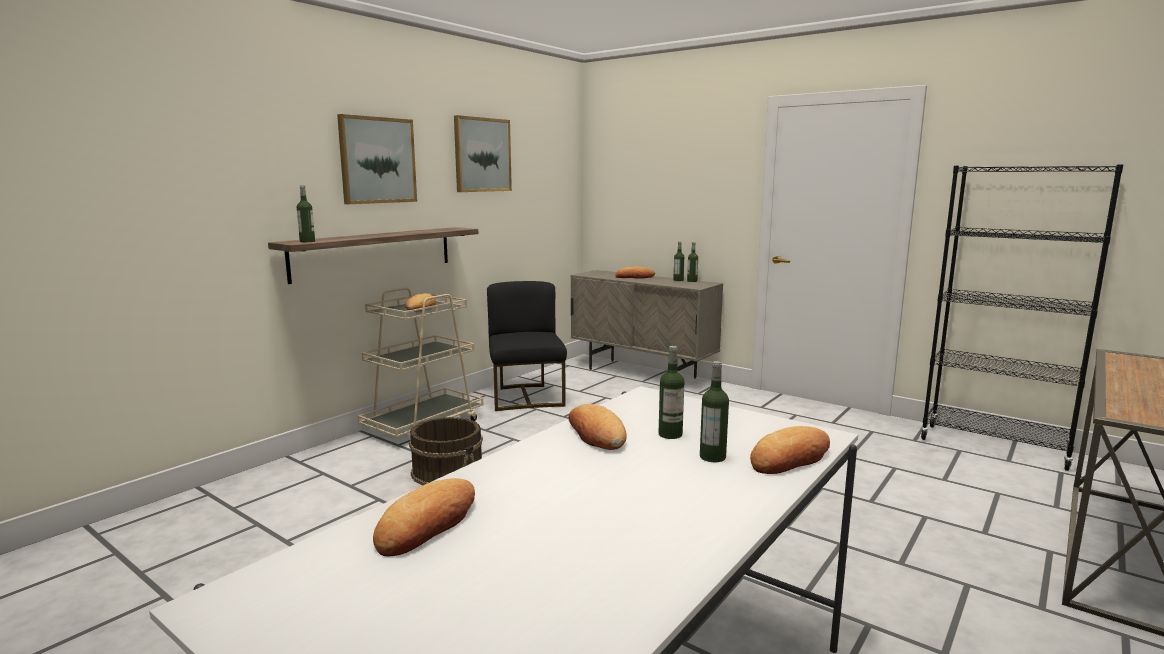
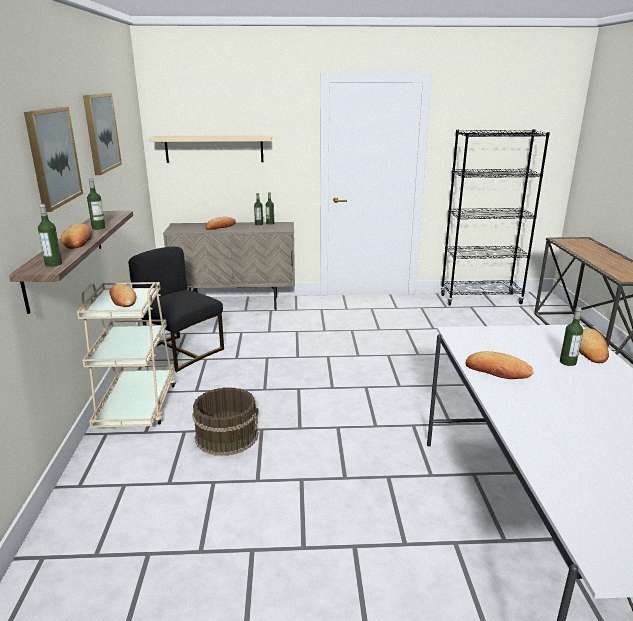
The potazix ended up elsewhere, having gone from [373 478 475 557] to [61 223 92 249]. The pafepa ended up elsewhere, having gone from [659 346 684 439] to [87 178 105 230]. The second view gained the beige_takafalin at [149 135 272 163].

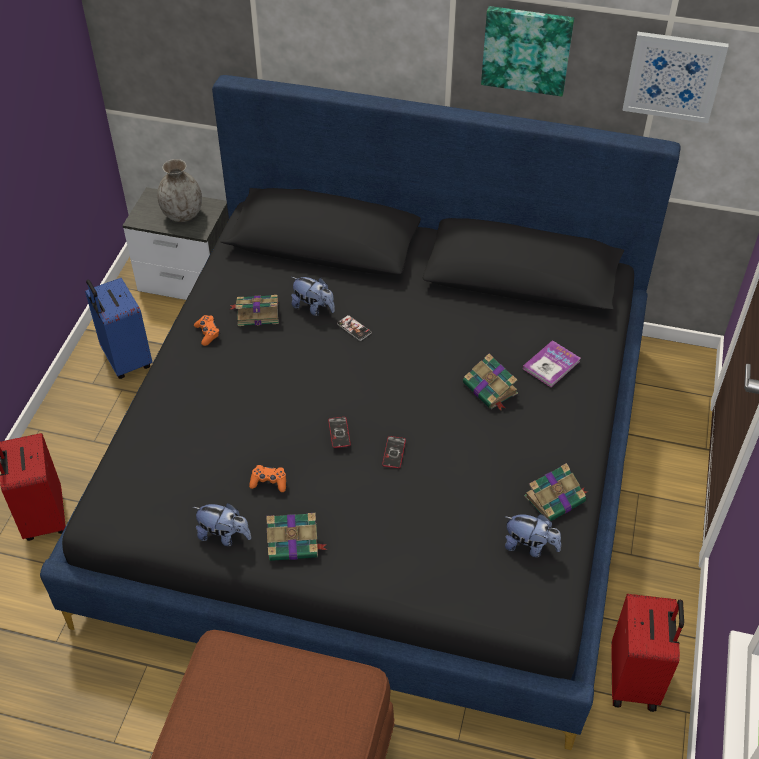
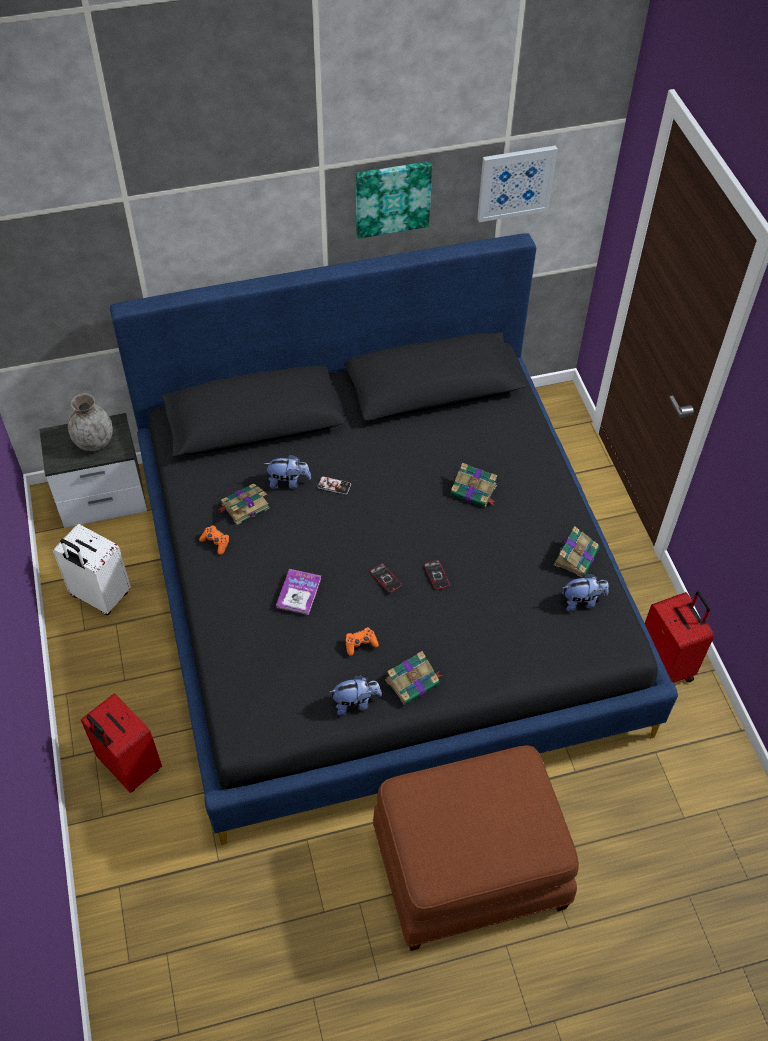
What was the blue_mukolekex at [85 278 152 379] turned into the white_mukolekex at [53 524 131 615]. The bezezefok ended up elsewhere, having gone from [523 340 580 387] to [276 569 321 615].

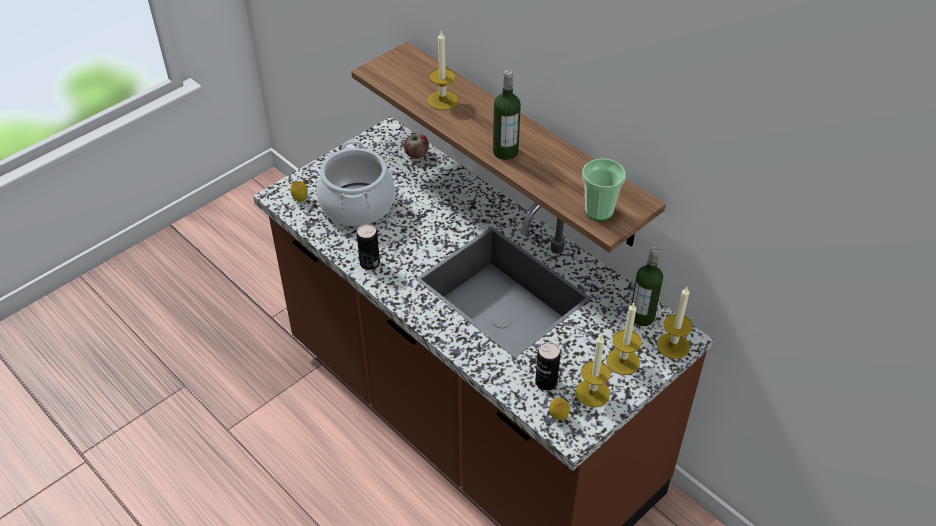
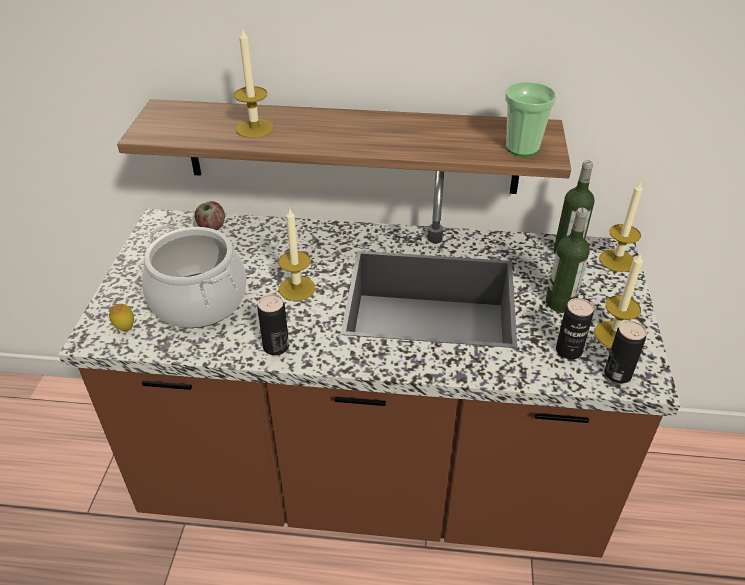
The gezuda ended up elsewhere, having gone from [607 302 641 375] to [278 207 316 301]. The pafepa ended up elsewhere, having gone from [493 70 521 160] to [546 207 590 313]. Where the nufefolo stood at [549 398 570 420], the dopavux came to stand at [604 321 647 383].

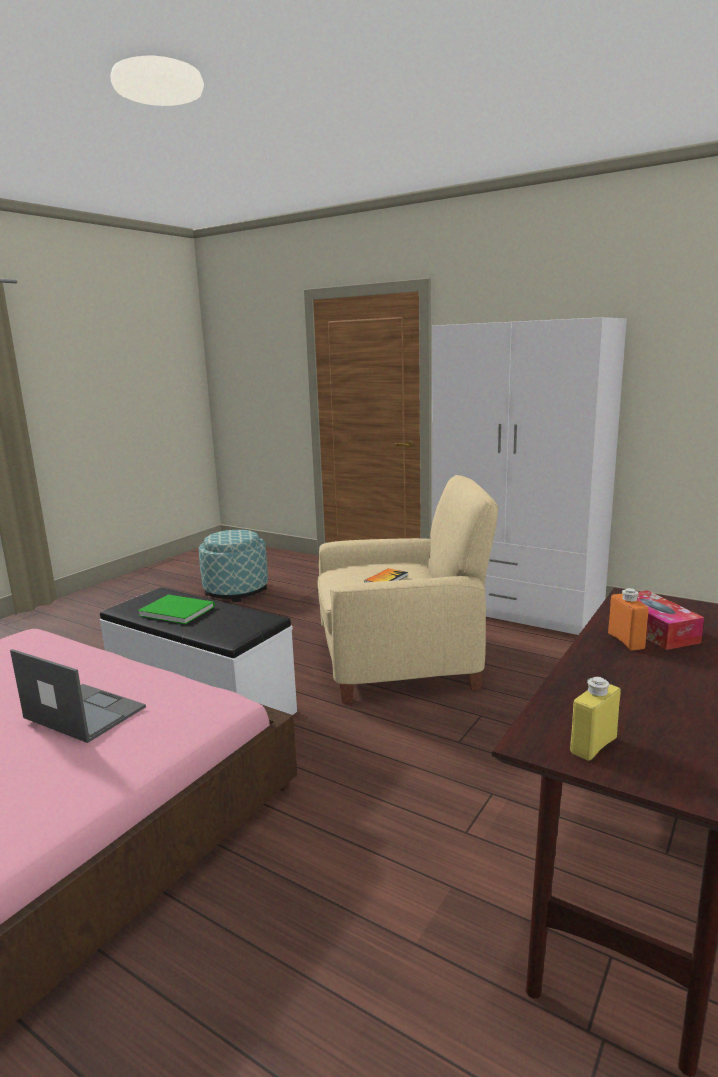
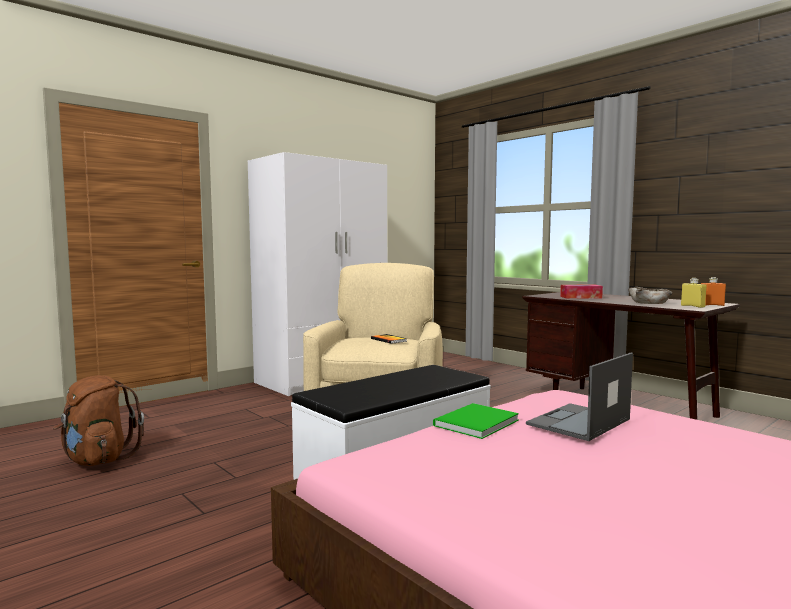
Where the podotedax stood at [199 530 268 602], the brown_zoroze came to stand at [53 375 144 466]. The green_bezezefok ended up elsewhere, having gone from [138 595 215 624] to [433 403 519 439]. The second view gained the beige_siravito at [628 287 672 304]. The orange_pafepa ended up elsewhere, having gone from [608 588 649 651] to [701 277 726 306].

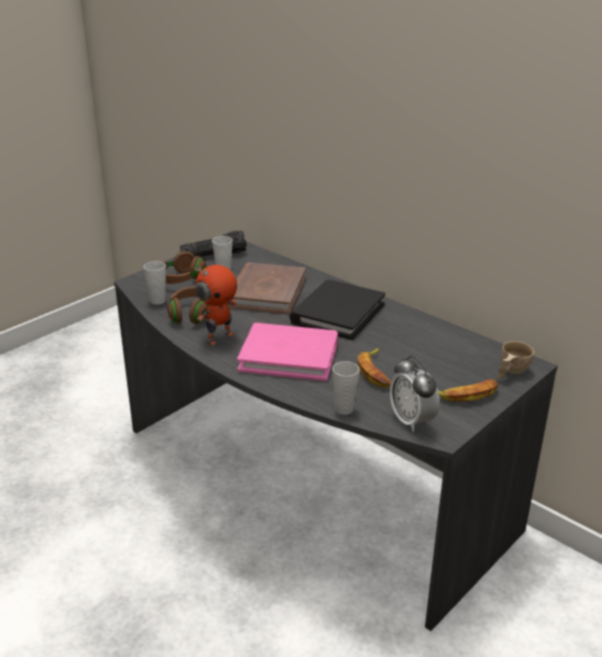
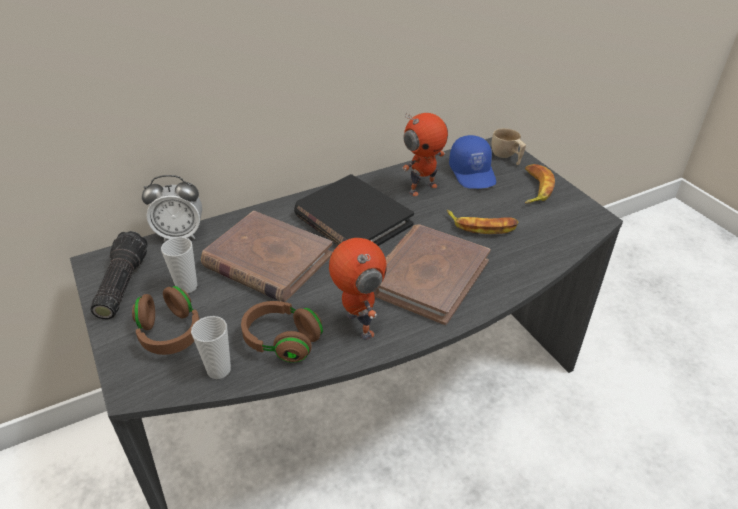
The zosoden ended up elsewhere, having gone from [390 356 440 432] to [142 175 202 242]. What was the pink_bezezefok at [237 323 338 381] turned into the brown_bezezefok at [374 225 491 325]. The second view gained the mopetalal at [402 113 448 196]. The second view gained the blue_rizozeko at [449 135 496 189]. The second view lost the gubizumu at [332 361 360 415].

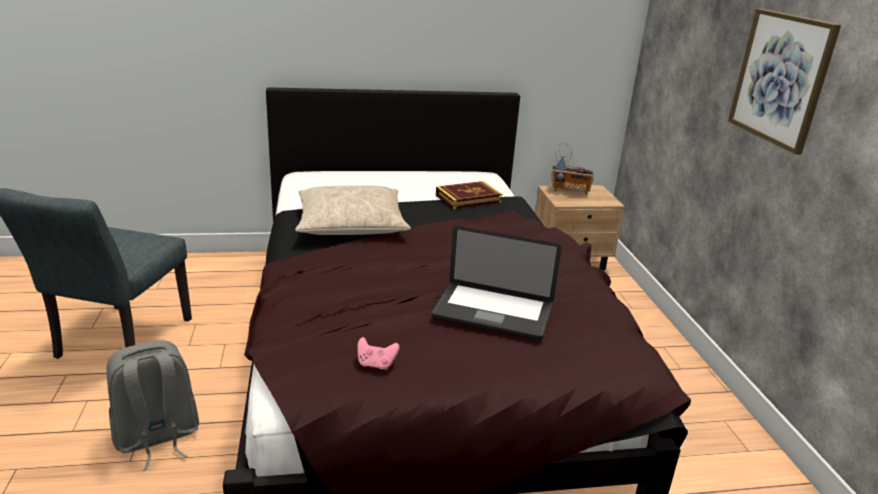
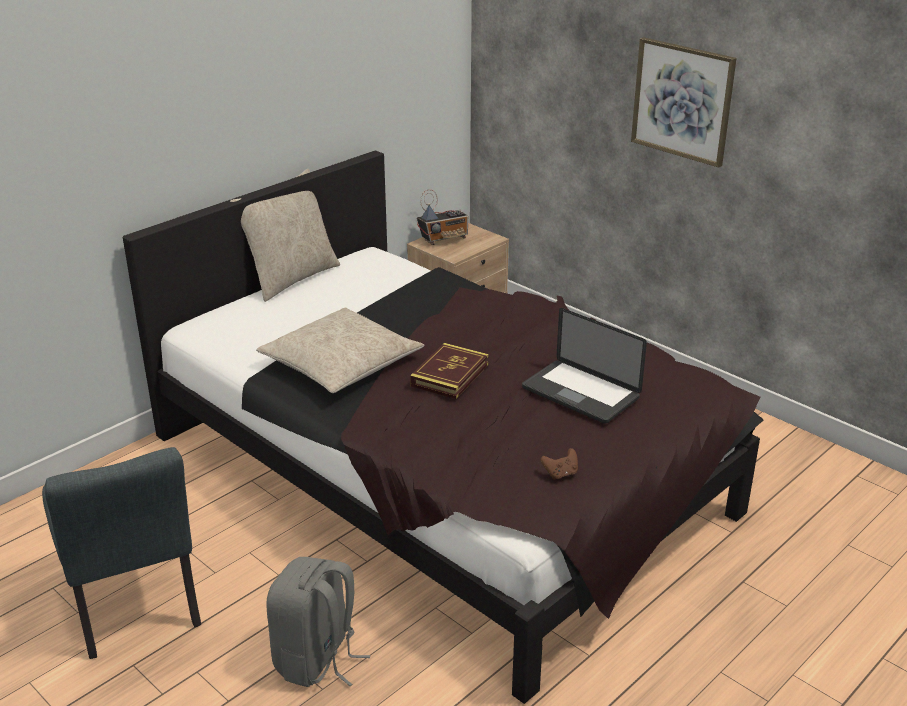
The second view gained the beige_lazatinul at [230 169 340 302]. The bezezefok ended up elsewhere, having gone from [436 181 502 209] to [410 343 489 399]. The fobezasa at [432 226 562 340] ended up facing another way, 60 degrees clockwise from before. What was the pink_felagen at [357 337 399 370] turned into the brown_felagen at [541 448 578 480].

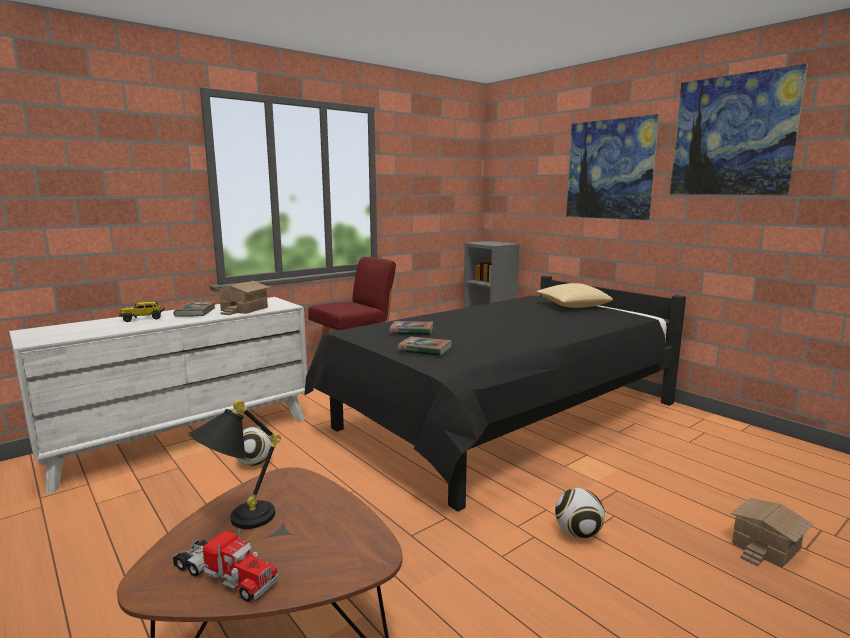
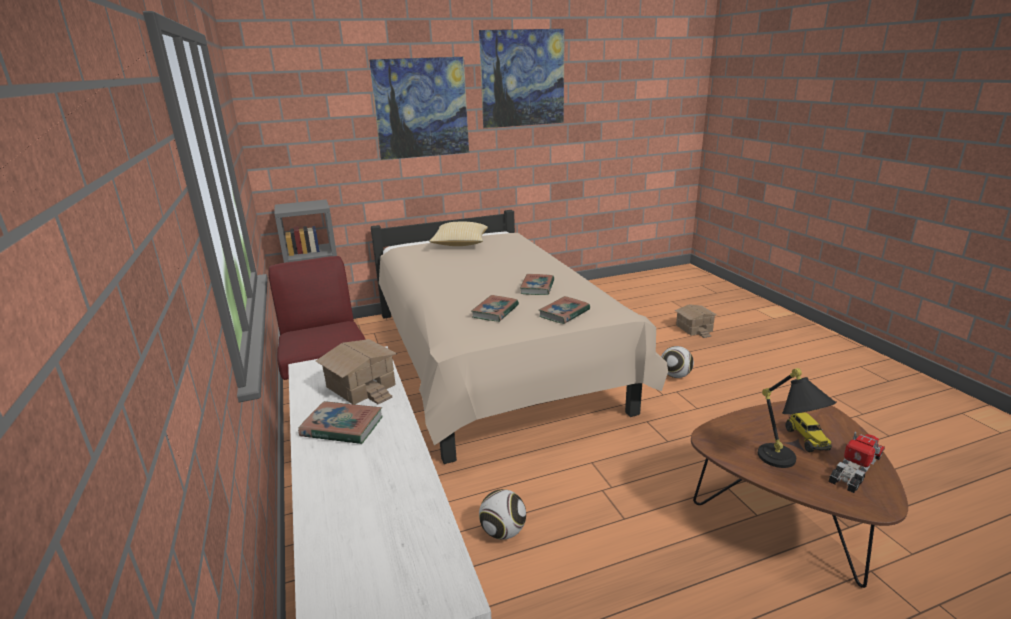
What was the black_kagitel at [304 276 686 512] turned into the beige_kagitel at [371 210 668 464]. The second view gained the bezezefok at [520 274 554 295]. The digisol ended up elsewhere, having gone from [119 302 165 322] to [785 412 832 452].

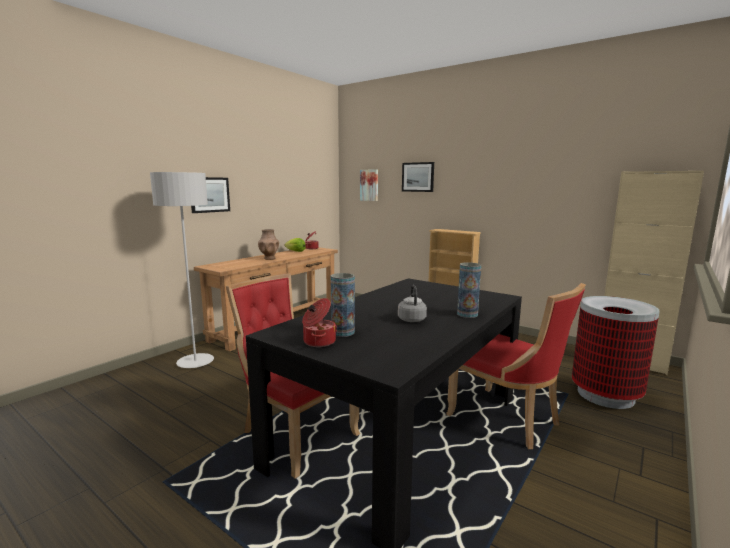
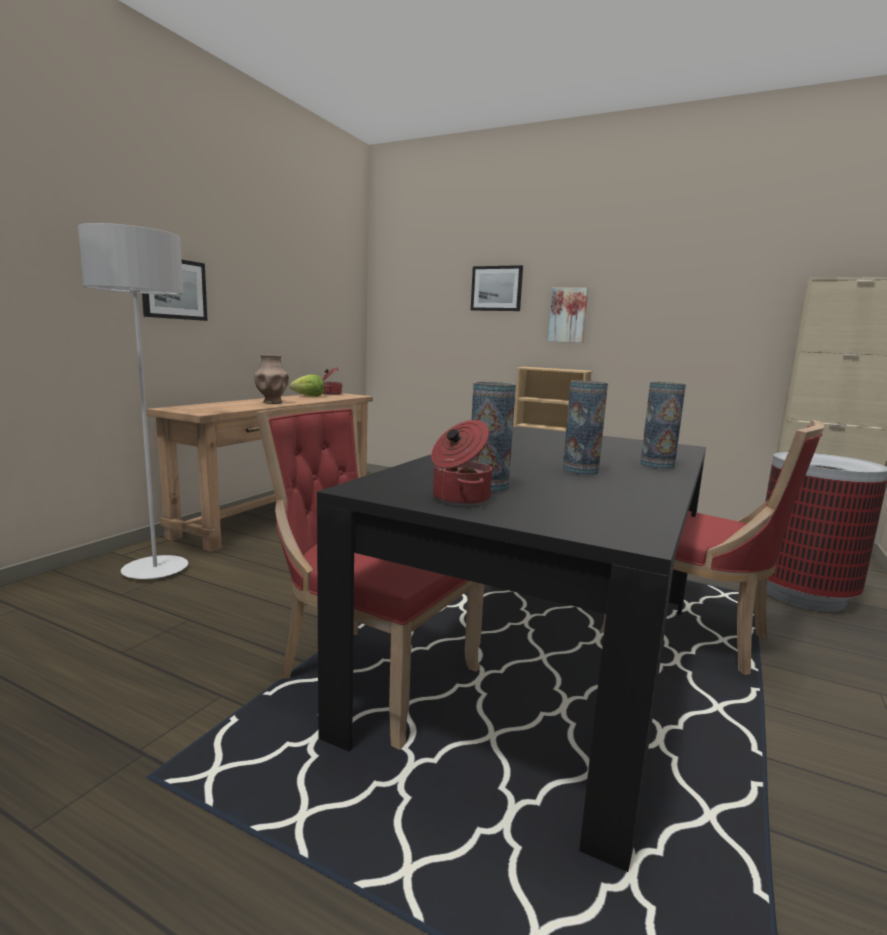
The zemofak ended up elsewhere, having gone from [360 169 378 201] to [548 288 588 343]. Where the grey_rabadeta stood at [398 285 427 322], the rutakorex came to stand at [563 380 608 475].

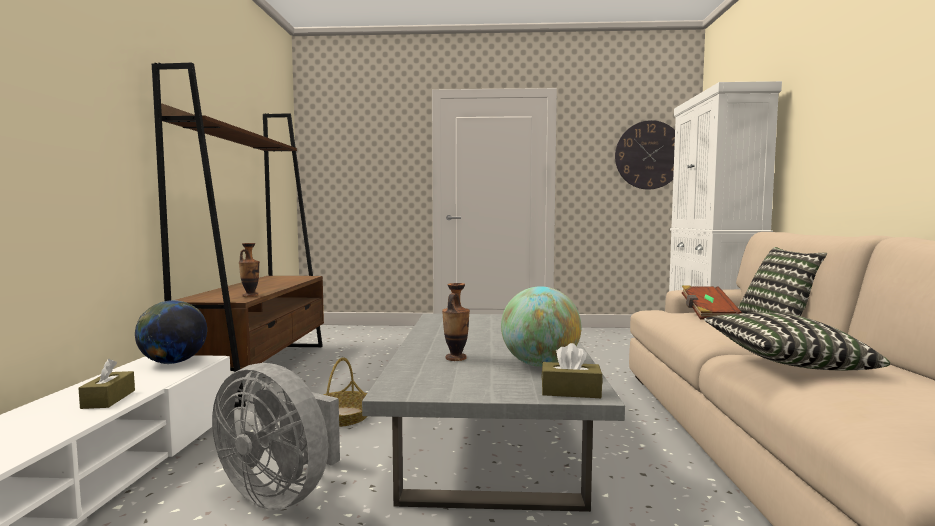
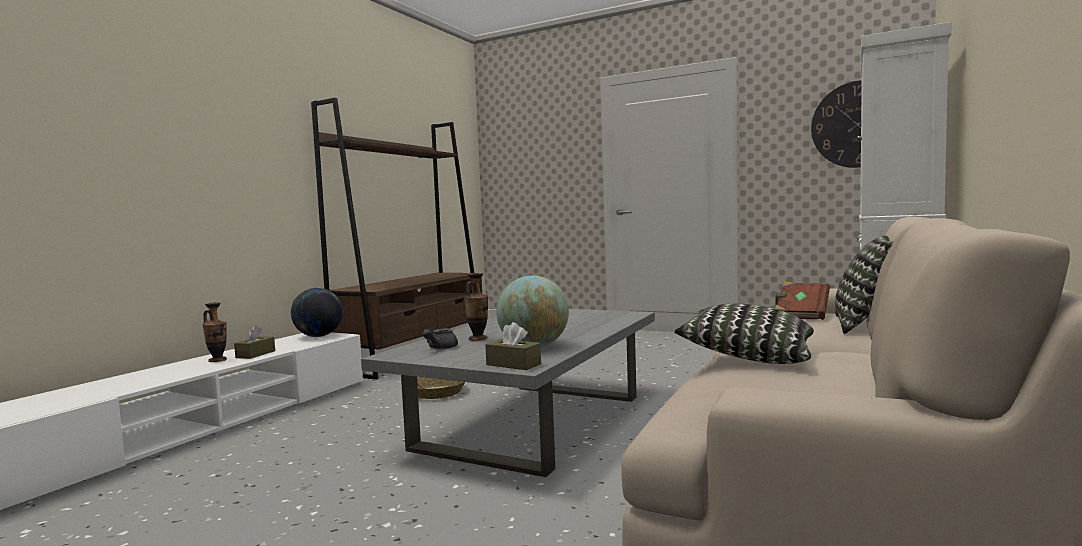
The rutakorex ended up elsewhere, having gone from [239 243 260 297] to [203 302 227 362]. The second view gained the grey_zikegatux at [423 328 458 349]. The second view lost the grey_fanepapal at [212 363 340 510].

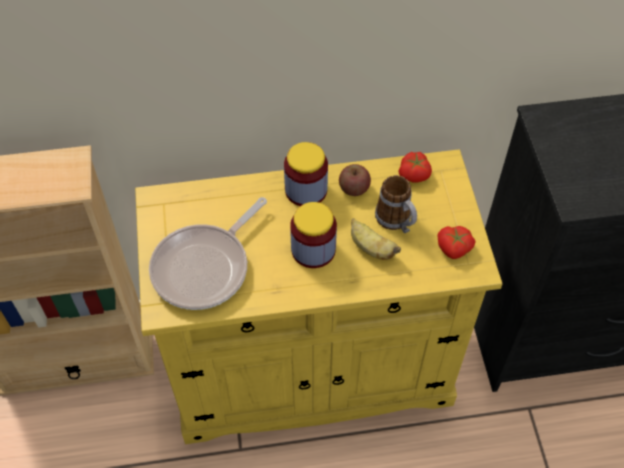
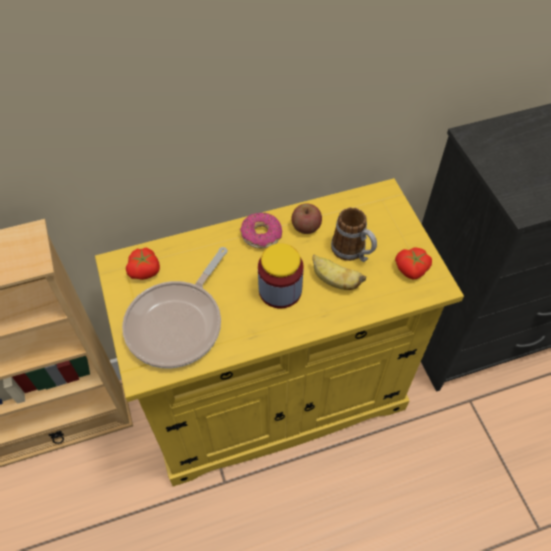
The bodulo ended up elsewhere, having gone from [399 152 432 183] to [126 248 160 280]. Where the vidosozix stood at [284 142 328 206], the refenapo came to stand at [240 212 282 249].

